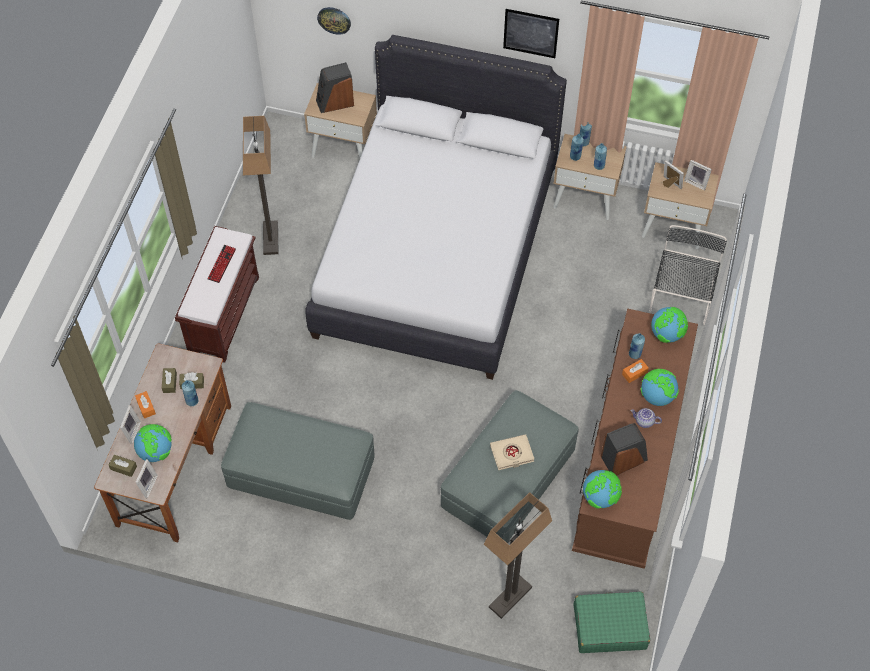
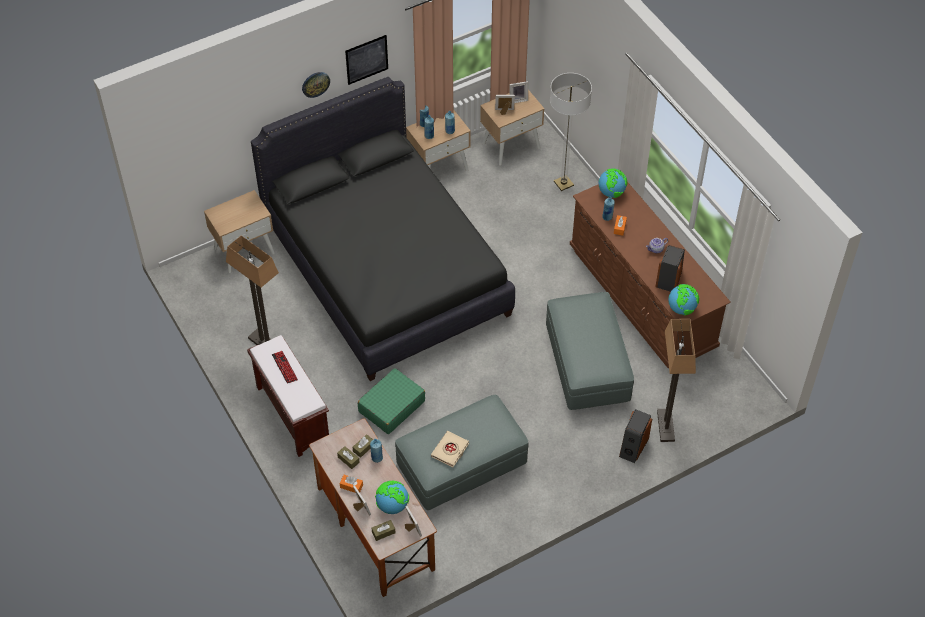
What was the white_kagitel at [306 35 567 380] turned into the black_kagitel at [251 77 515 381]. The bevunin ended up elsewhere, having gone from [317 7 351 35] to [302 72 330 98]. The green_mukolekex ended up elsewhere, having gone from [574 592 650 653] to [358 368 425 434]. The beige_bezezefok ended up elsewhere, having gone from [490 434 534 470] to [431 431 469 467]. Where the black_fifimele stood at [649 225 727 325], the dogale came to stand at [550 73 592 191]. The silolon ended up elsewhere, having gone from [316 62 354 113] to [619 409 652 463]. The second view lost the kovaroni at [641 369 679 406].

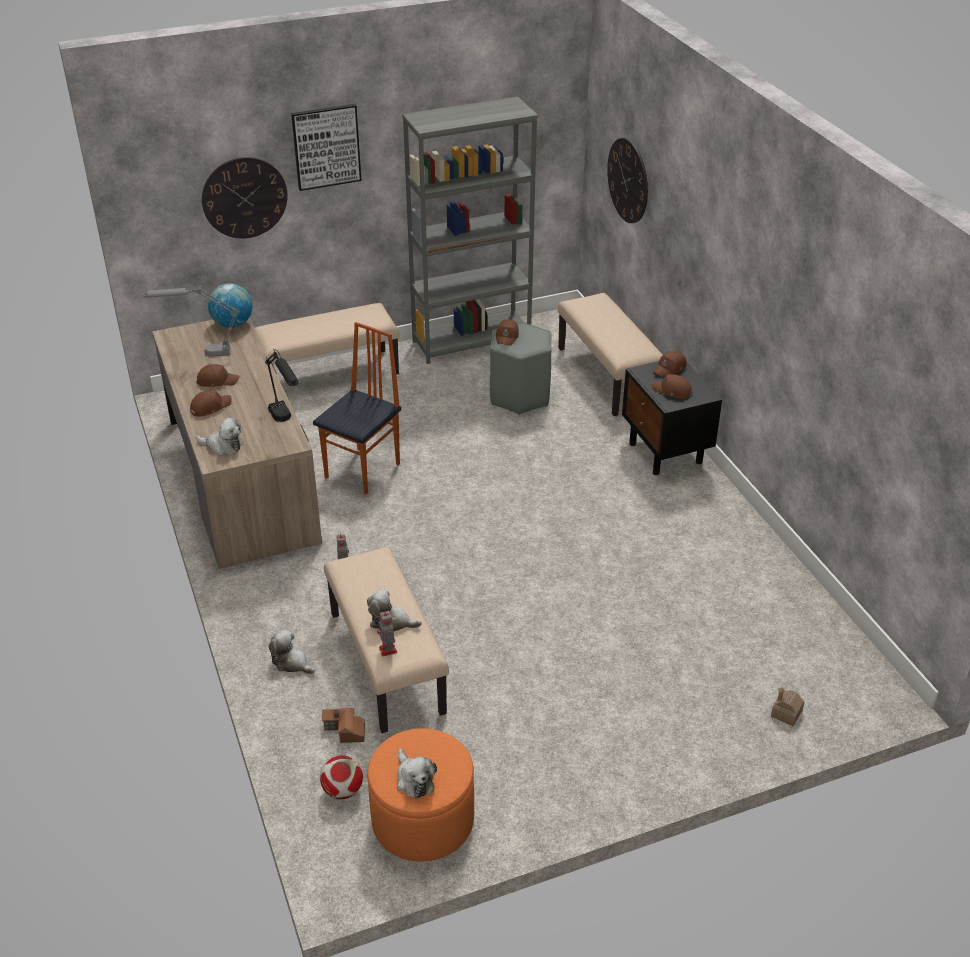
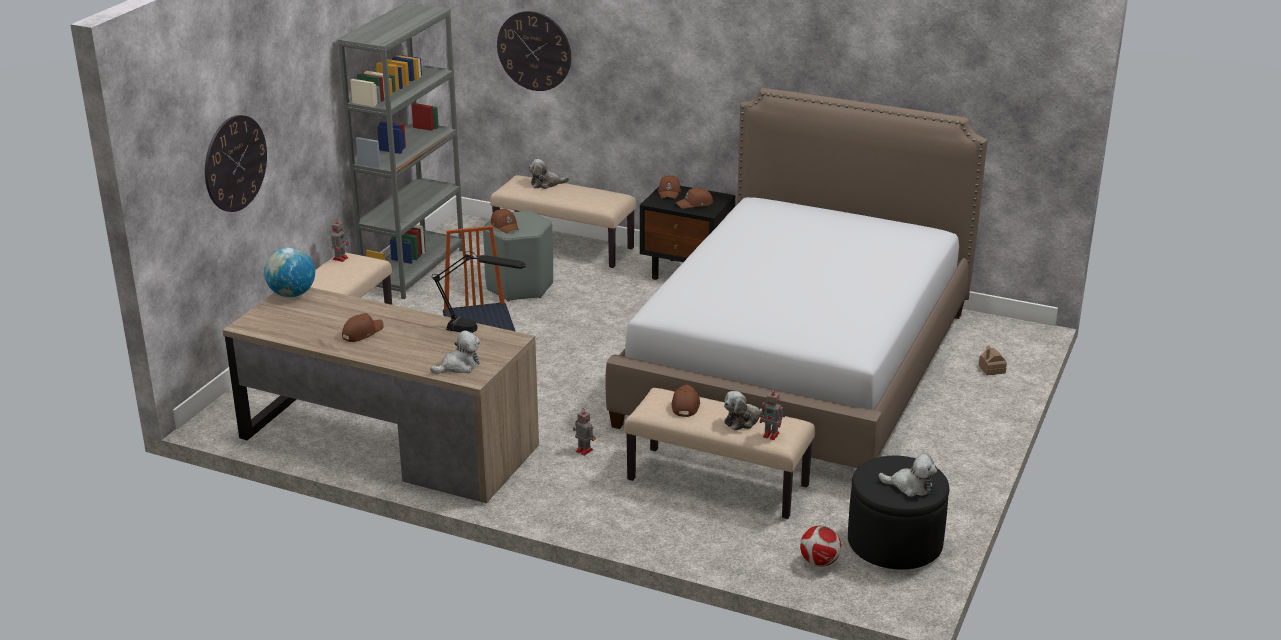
The second view gained the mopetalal at [331 218 349 262]. The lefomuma ended up elsewhere, having gone from [268 630 315 674] to [528 159 570 189]. The second view gained the kagitel at [606 88 988 468]. The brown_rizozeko ended up elsewhere, having gone from [190 390 232 417] to [672 385 700 417]. What was the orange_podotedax at [367 728 474 862] turned into the black_podotedax at [848 456 949 570]. The second view lost the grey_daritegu at [143 287 240 357]. The second view lost the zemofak at [291 104 361 191]. The second view lost the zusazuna at [322 708 365 743].

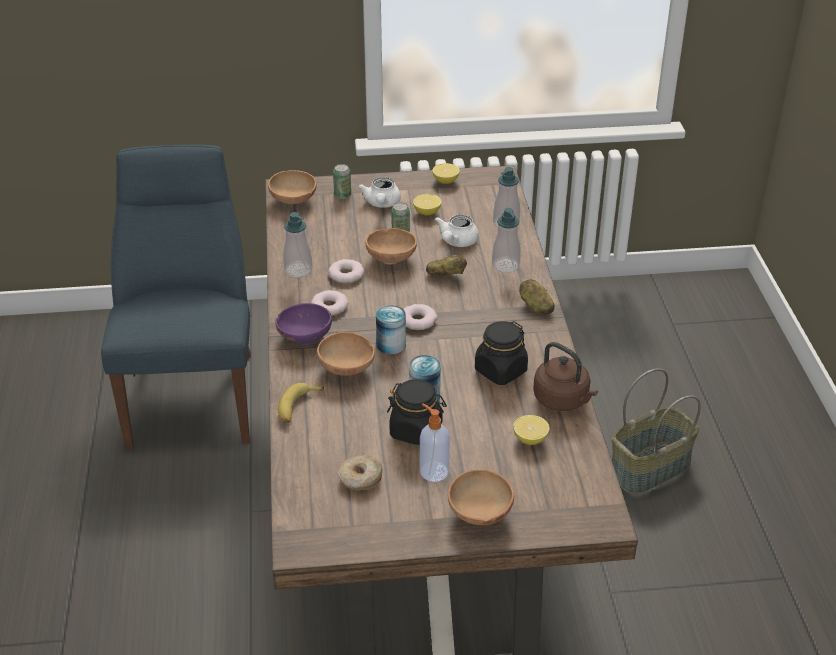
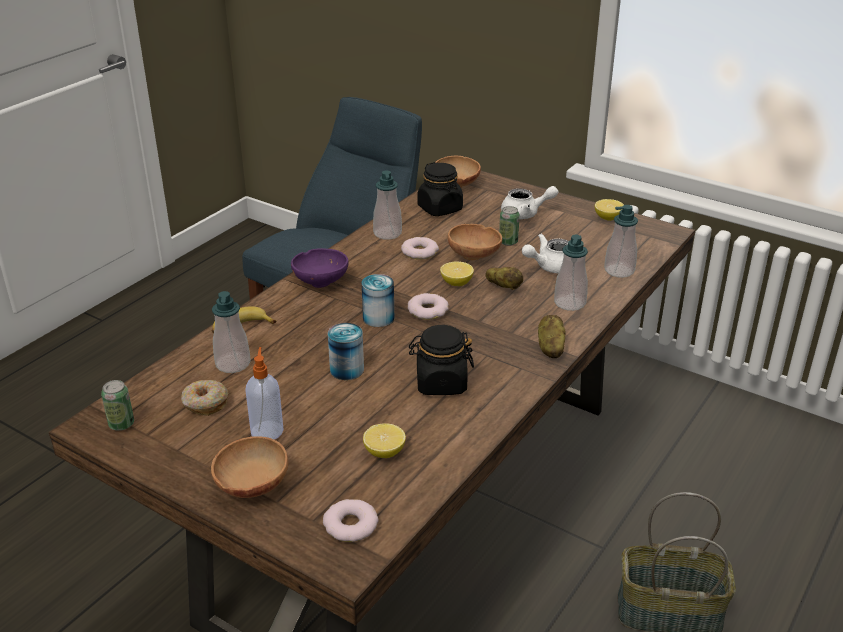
The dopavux ended up elsewhere, having gone from [333 164 351 199] to [101 380 134 431]. The second view gained the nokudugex at [212 291 251 373]. The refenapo ended up elsewhere, having gone from [311 290 348 316] to [323 499 379 542]. The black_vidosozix ended up elsewhere, having gone from [387 379 447 445] to [417 162 463 216]. The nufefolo ended up elsewhere, having gone from [413 194 441 215] to [440 261 474 286]. The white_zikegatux at [358 177 401 208] ended up facing another way, 135 degrees counterclockwise from before. The second view lost the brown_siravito at [317 332 375 376]. The second view lost the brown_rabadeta at [533 342 598 411].

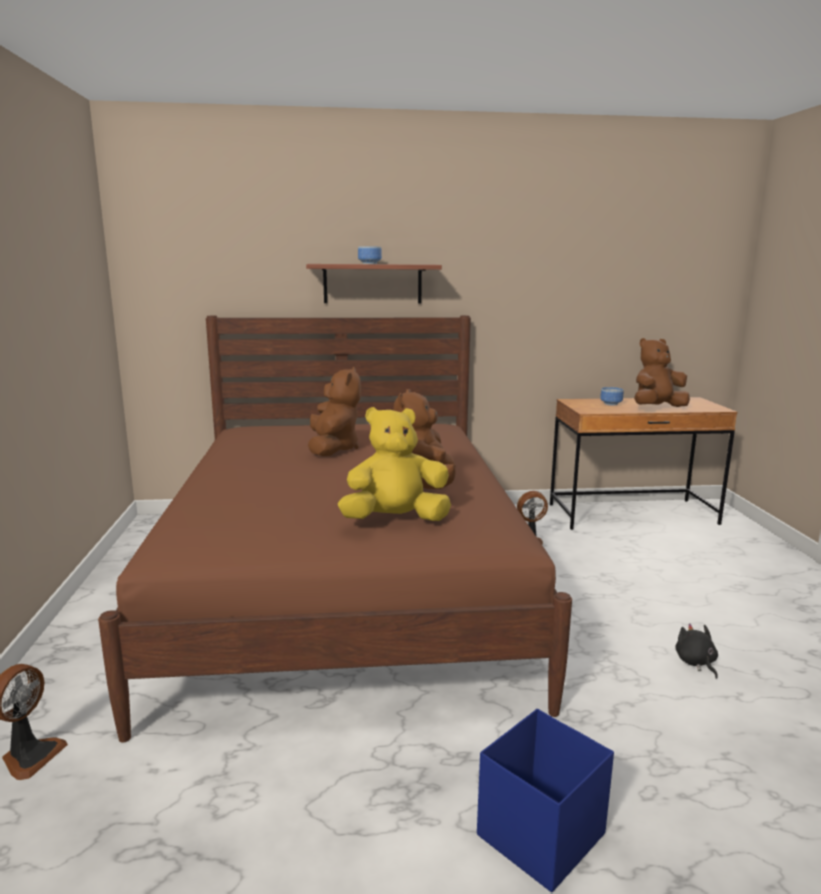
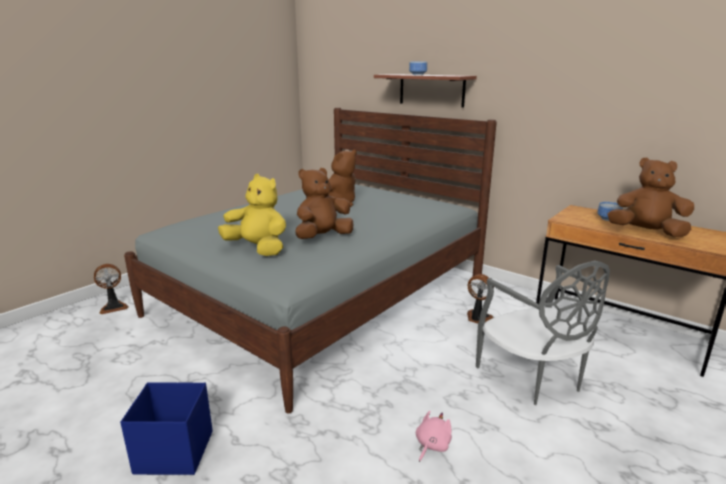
What was the brown_kagitel at [98 315 572 743] turned into the grey_kagitel at [124 108 497 414]. What was the black_lefomuma at [675 623 718 679] turned into the pink_lefomuma at [416 411 452 462]. The second view gained the grey_fifimele at [476 260 610 405].

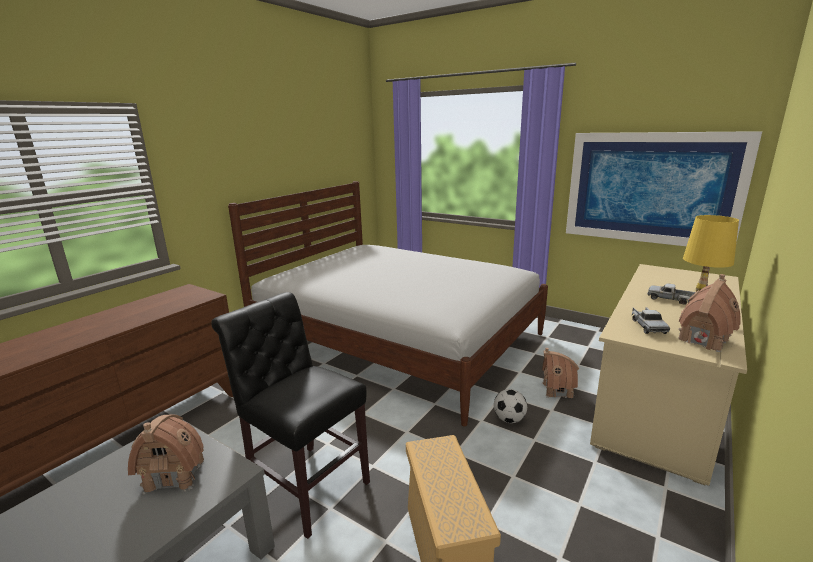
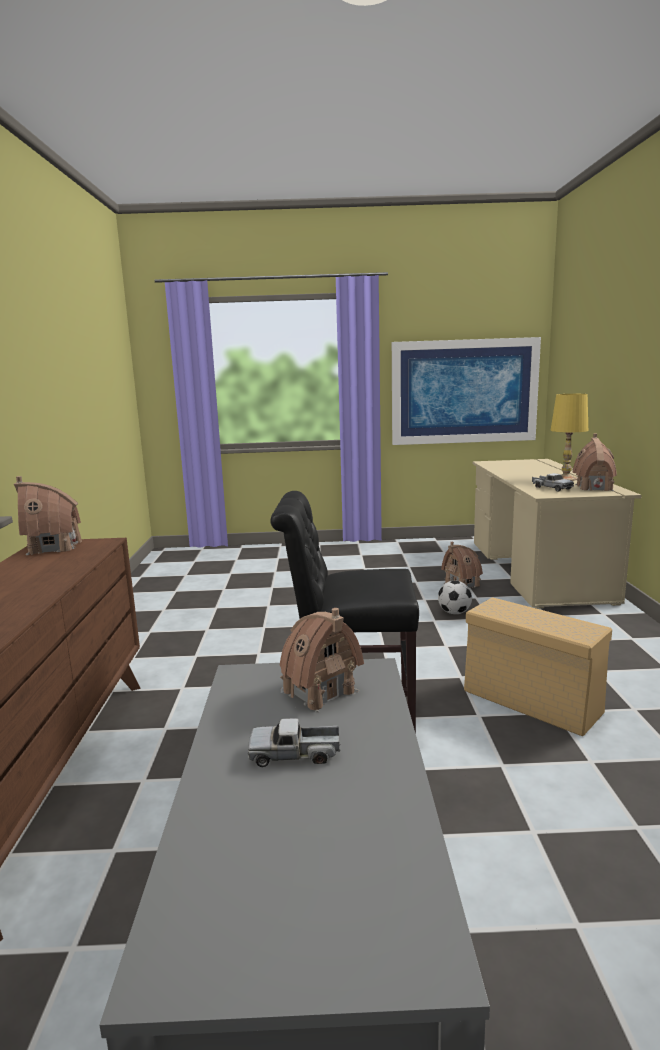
The second view gained the zusazuna at [14 476 82 555]. The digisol ended up elsewhere, having gone from [647 283 695 304] to [248 718 340 767]. The second view lost the white_kagitel at [228 181 548 426].

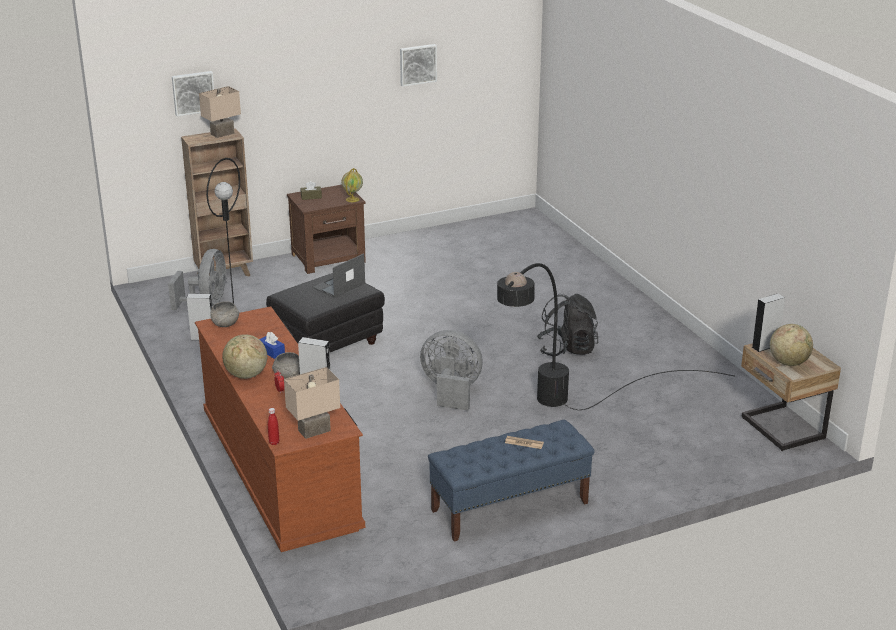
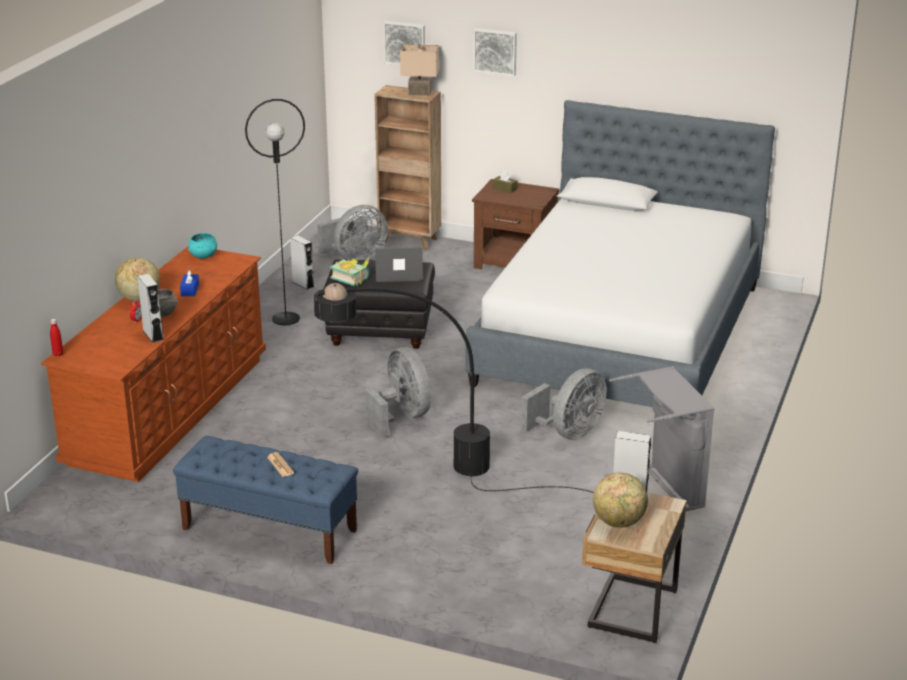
What was the grey_siravito at [210 301 240 327] turned into the turquoise_siravito at [188 233 217 259]. The second view gained the bezezefok at [330 258 369 286]. The second view gained the kagitel at [466 100 775 407]. The zemofak ended up elsewhere, having gone from [400 44 437 87] to [473 28 517 76]. Where the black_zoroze stood at [537 294 598 356], the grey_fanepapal came to stand at [521 368 607 440]. The second view gained the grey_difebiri at [604 366 715 511]. The second view lost the beige_daritegu at [284 367 340 439]. The second view lost the kovaroni at [341 168 363 202].

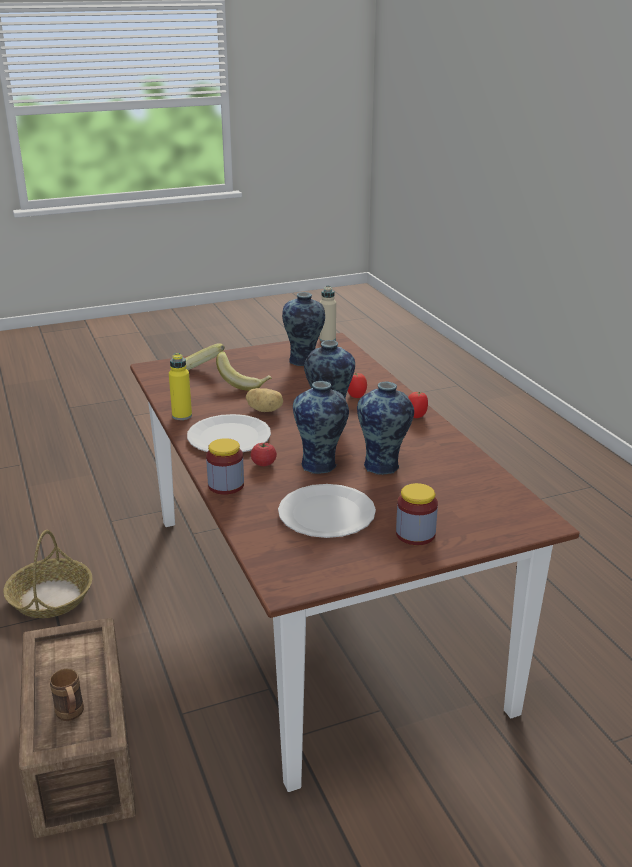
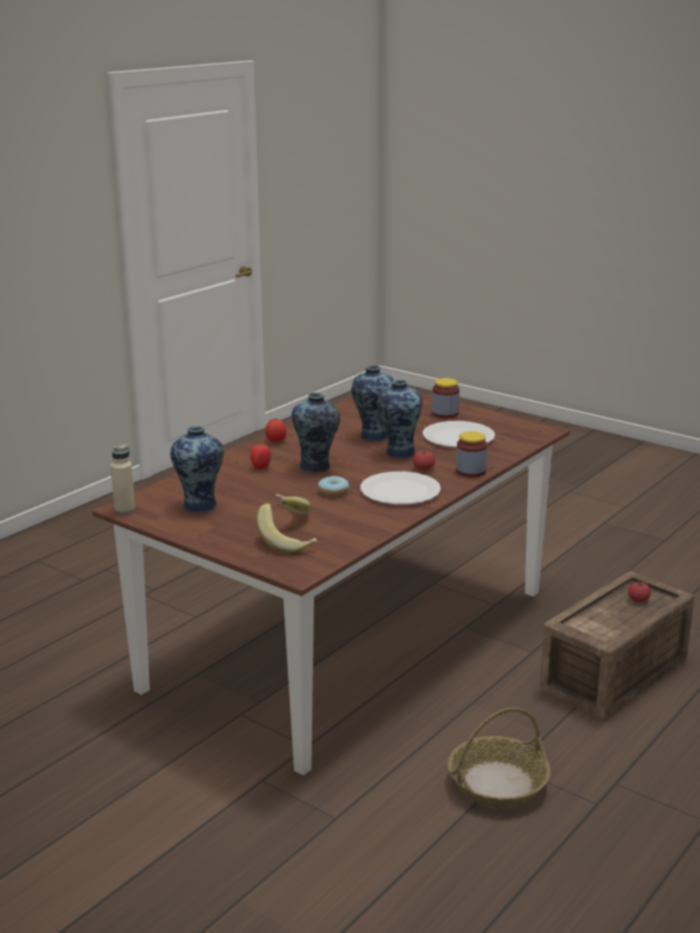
Where the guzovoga stood at [246 388 283 412], the refenapo came to stand at [318 476 349 497]. Where the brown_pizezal stood at [50 668 84 721], the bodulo came to stand at [628 581 651 602]. The second view lost the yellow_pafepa at [169 353 192 420].

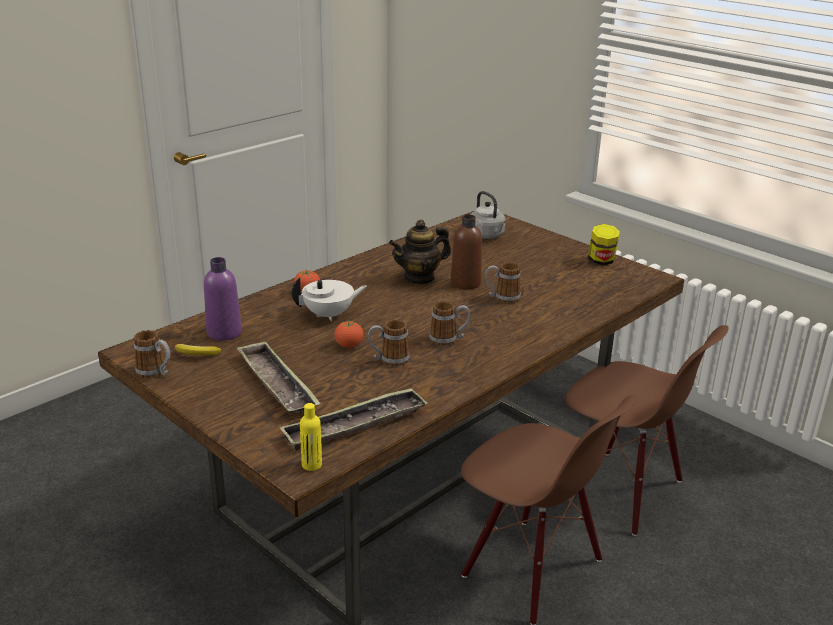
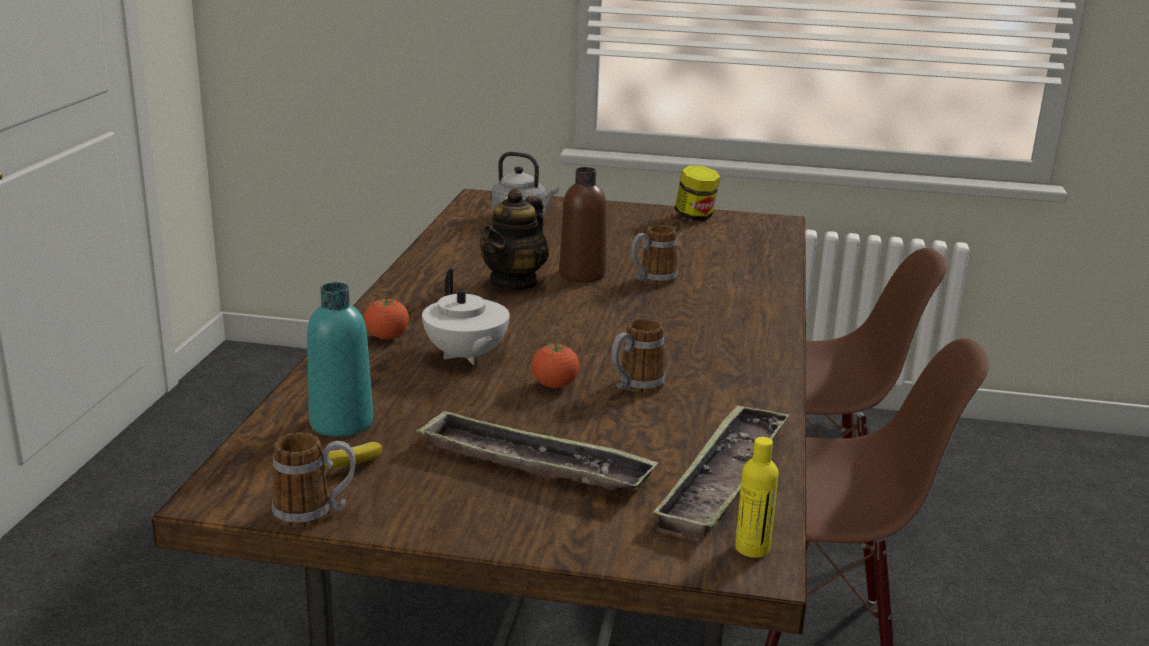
What was the purple_pafepa at [204 257 242 341] turned into the turquoise_pafepa at [307 282 373 437]. The white_zikegatux at [292 277 367 322] ended up facing another way, 120 degrees clockwise from before. The second view lost the pizezal at [429 301 470 346].

